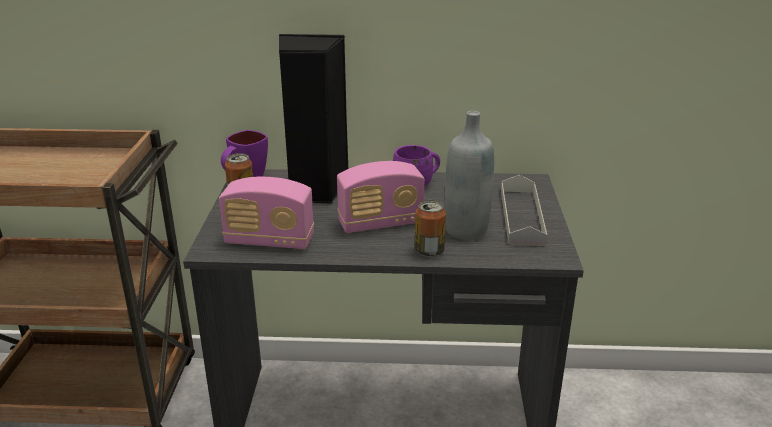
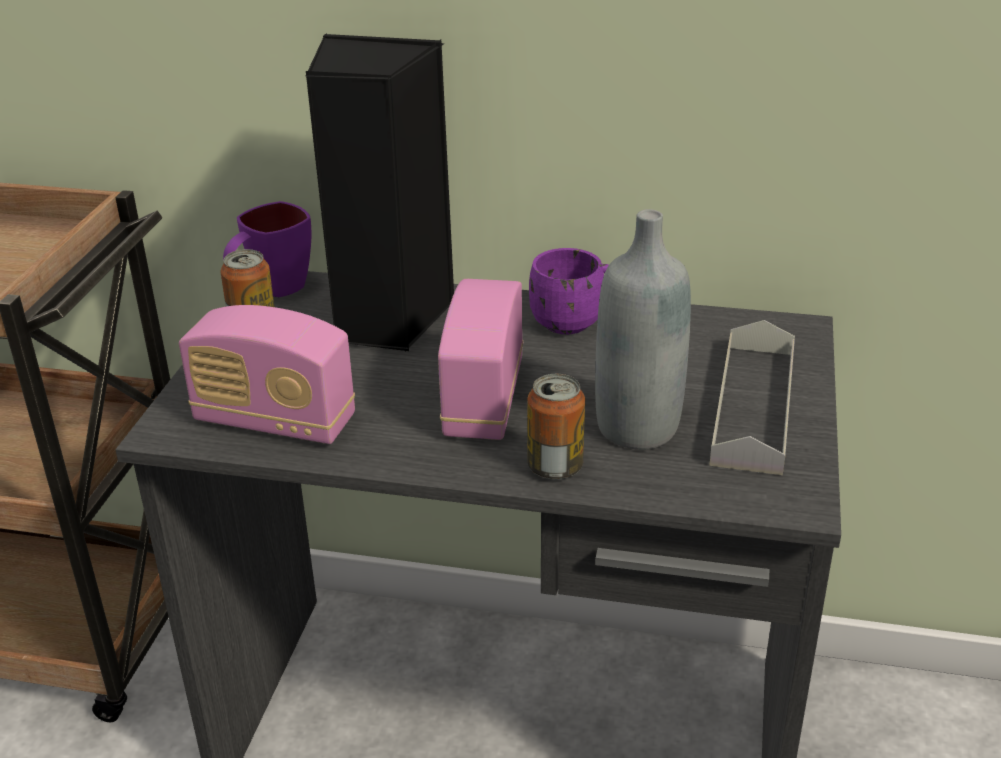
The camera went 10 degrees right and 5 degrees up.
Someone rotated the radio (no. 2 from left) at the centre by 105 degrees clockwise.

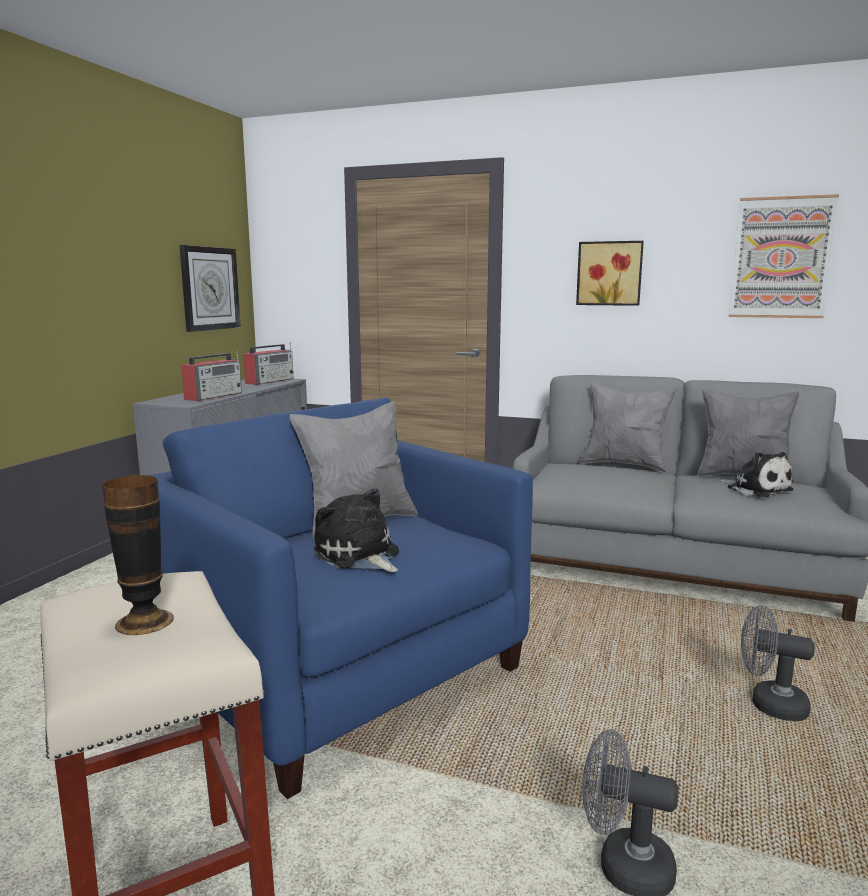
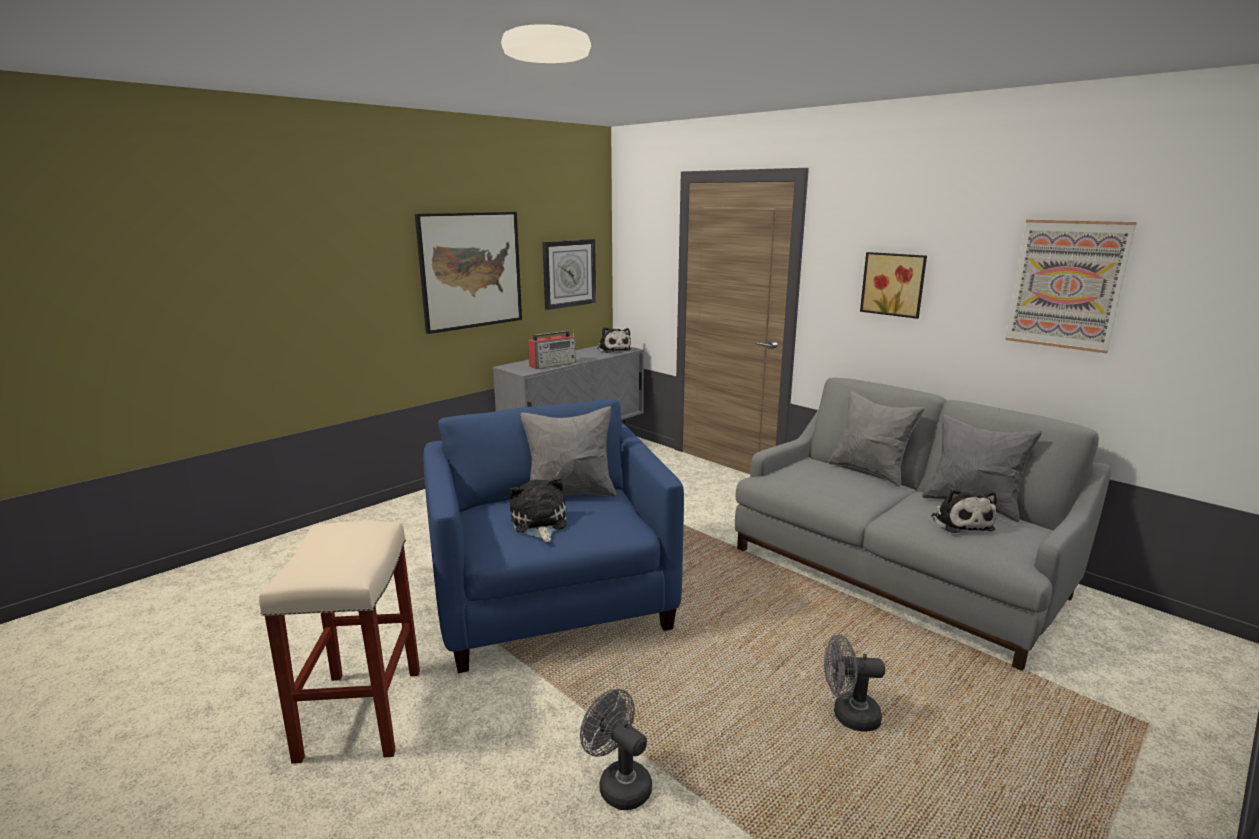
The camera went 25 degrees right and 5 degrees up.
Someone took away the florero at the middle left.
Someone swapped the radio (no. 2 from left) at the middle left for the peluche (no. 2 from left) at the centre.
Someone rotated the ventilador [gris] (no. 2 from left) at the bottom right by 45 degrees counterclockwise.
Someone put up the cuadro (no. 1 from left) at the top centre.

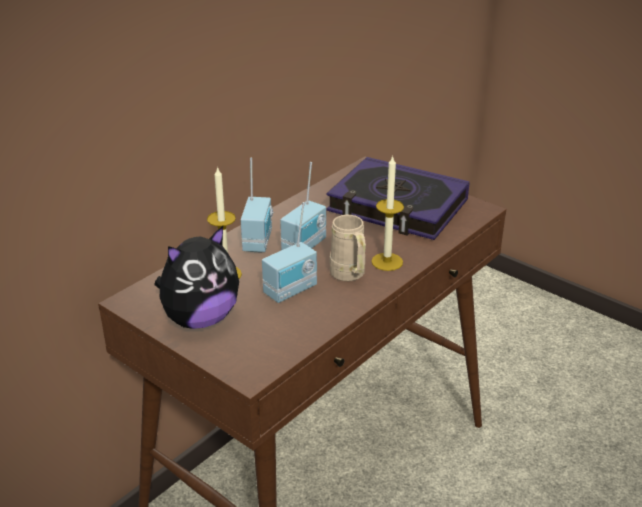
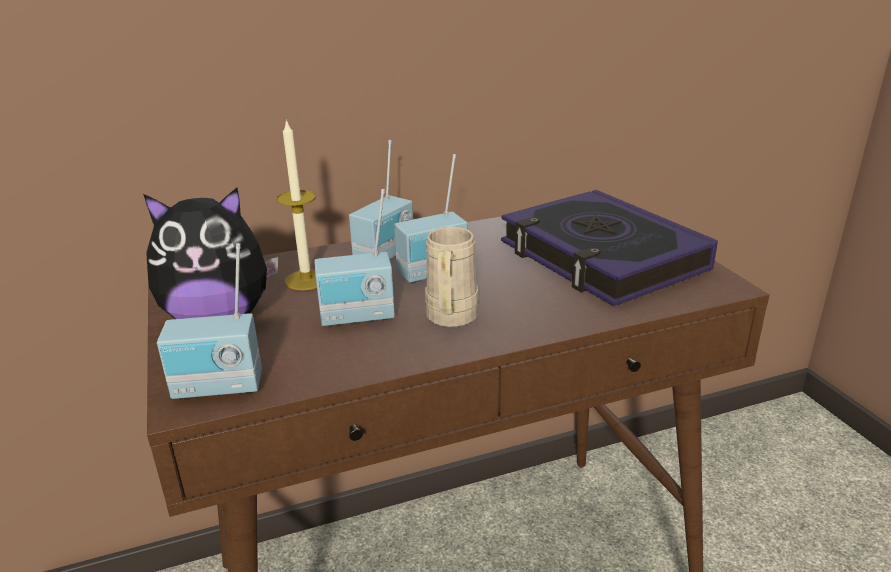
The camera went 30 degrees right and 5 degrees down.
Someone took away the vela (no. 2 from left) at the centre.
Someone put down the radio (no. 1 from left) at the middle left.

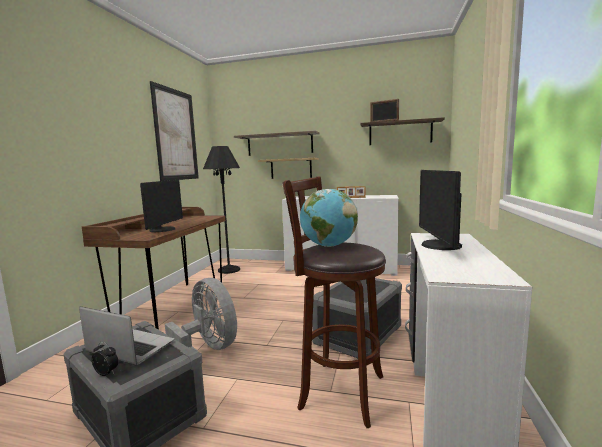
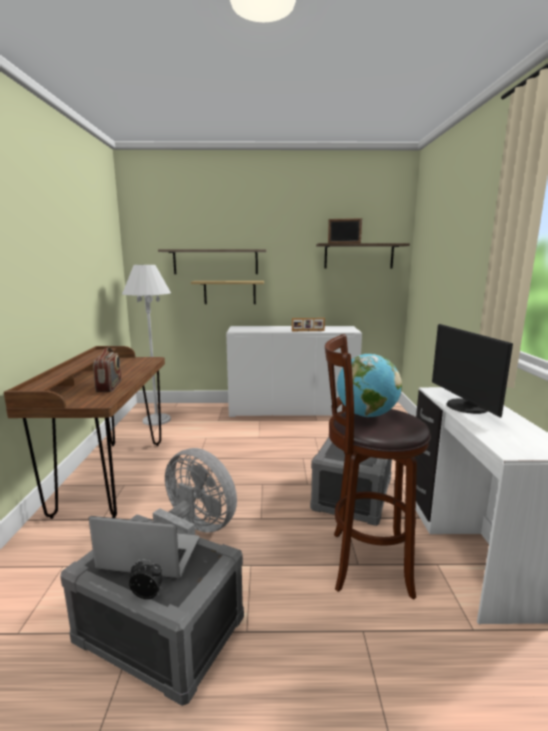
The camera went 15 degrees left and 5 degrees up.
Someone swapped the monitor (no. 1 from left) at the middle left for the radio at the middle left.
Someone took away the cuadro at the top left.
Someone repainted the lámpara de pie [negro] at the centre, which became the lámpara de pie [blanco] at the middle left.

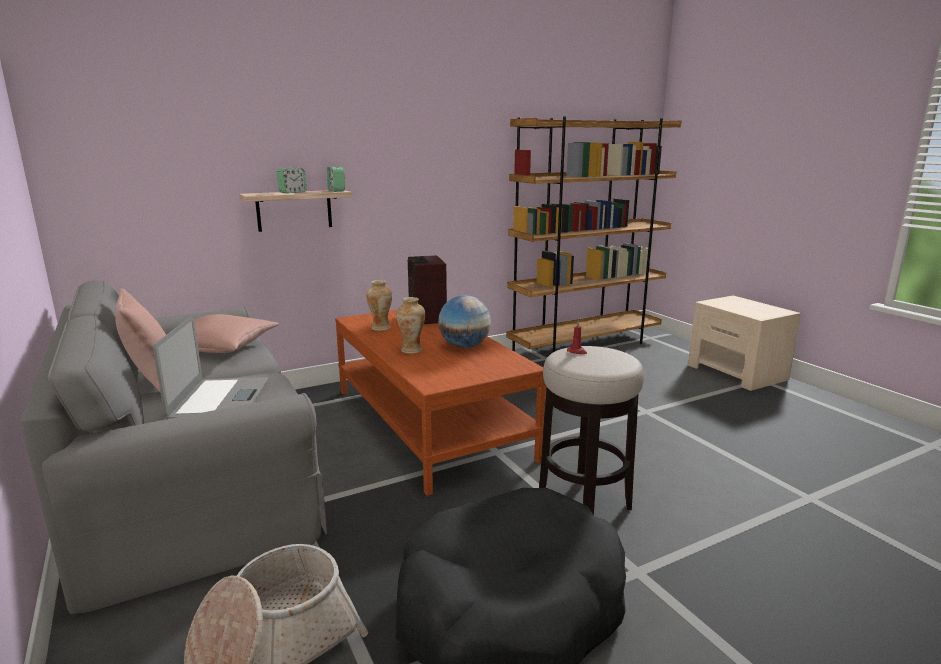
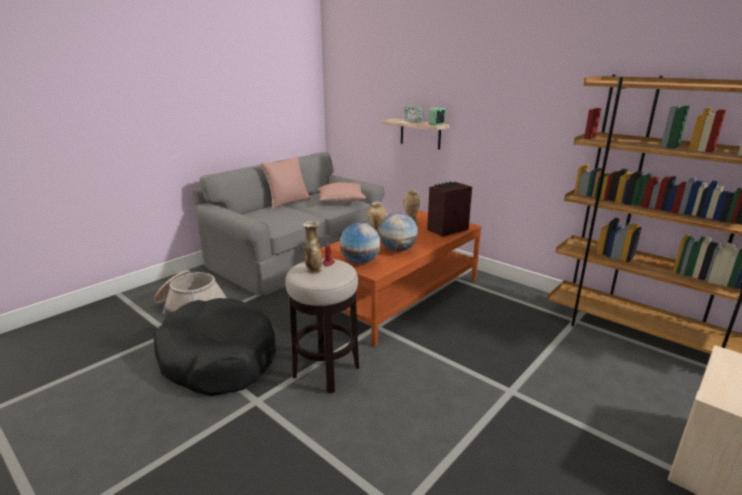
The camera went 70 degrees right and 5 degrees up.
Someone took away the portátil at the middle left.
Someone put down the florero (no. 1 from left) at the centre.
Someone put down the globo terráqueo (no. 1 from left) at the centre.

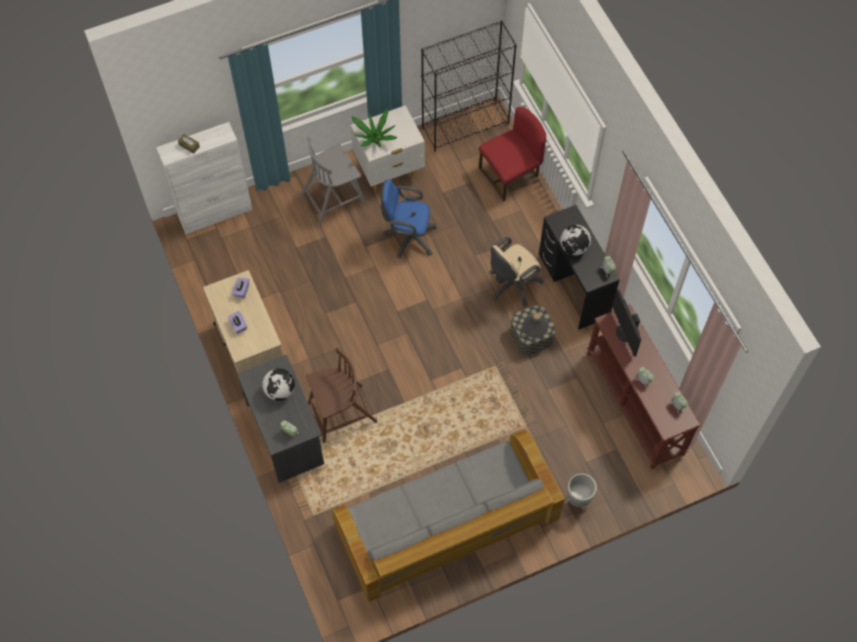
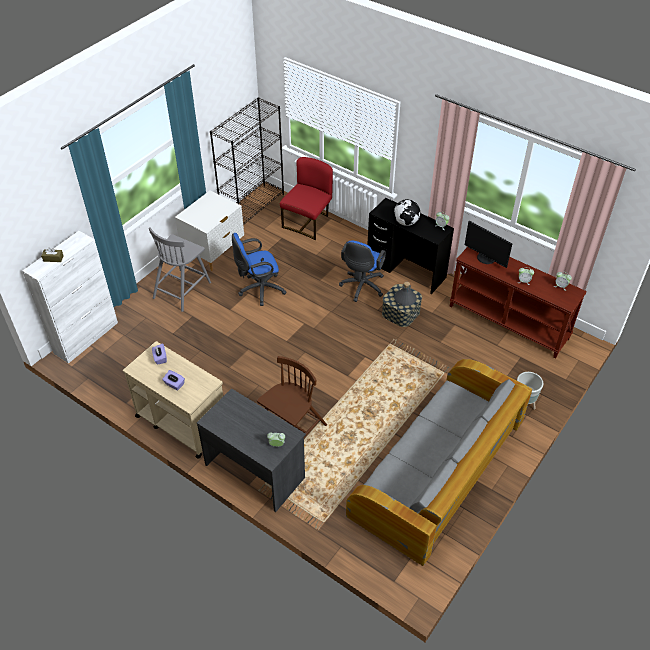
The camera went 30 degrees left and 15 degrees down.
Someone took away the globo terráqueo (no. 1 from left) at the middle left.
Someone took away the planta en maceta at the top centre.
Someone repainted the silla de oficina [beis] at the centre, which became the silla de oficina [azul] (no. 2 from left) at the centre.

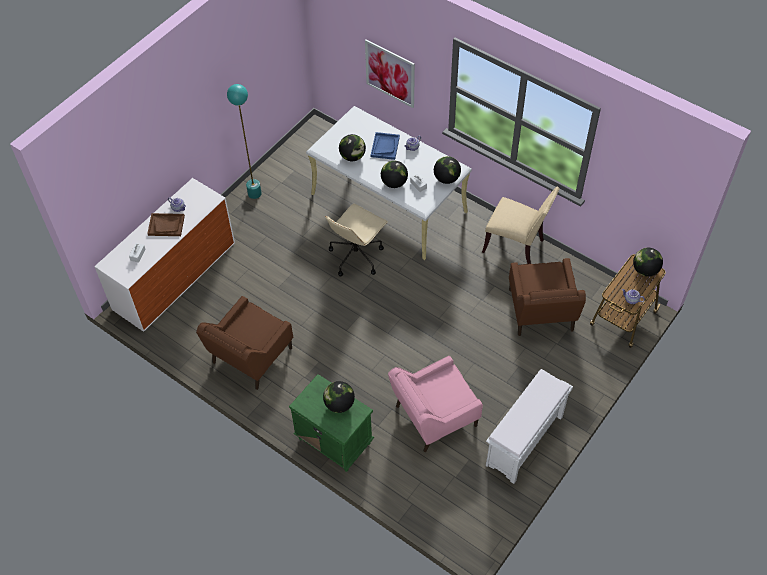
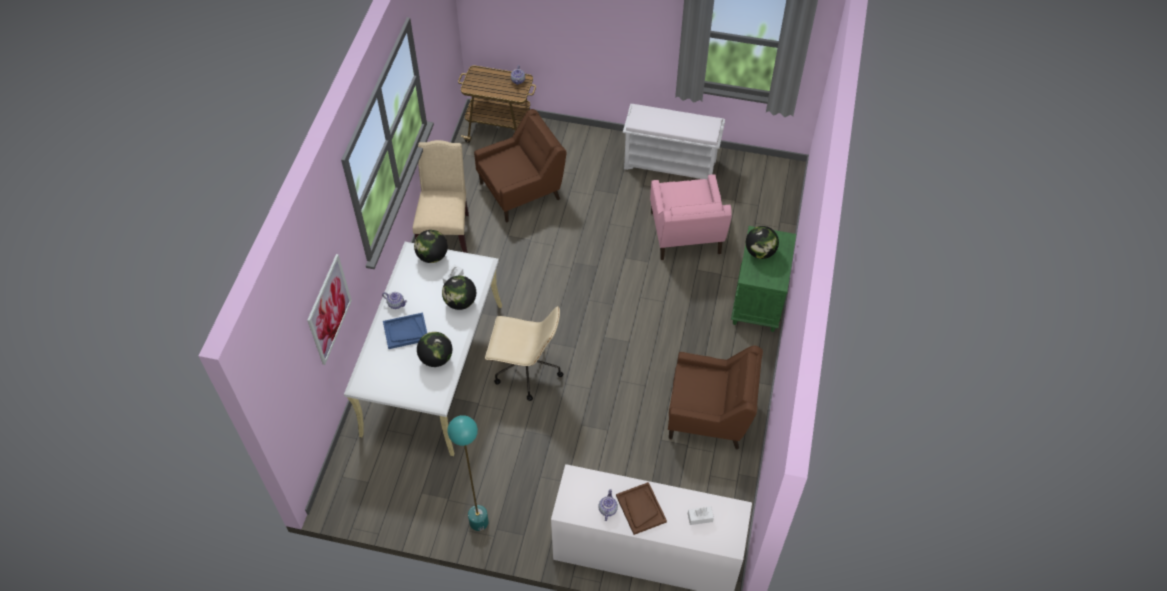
The camera went 115 degrees left and 0 degrees up.
Someone rotated the sillón [rosa] at the bottom centre by 45 degrees clockwise.
Someone took away the globo terráqueo (no. 5 from left) at the middle right.

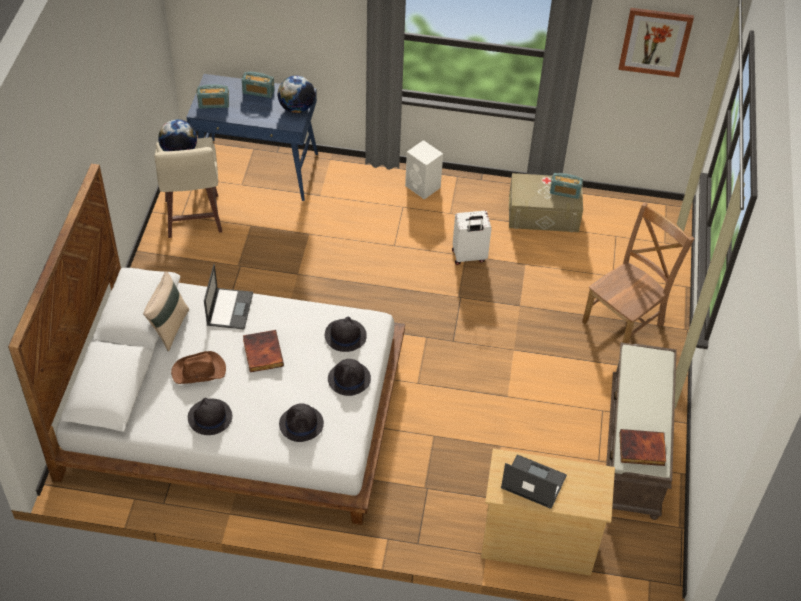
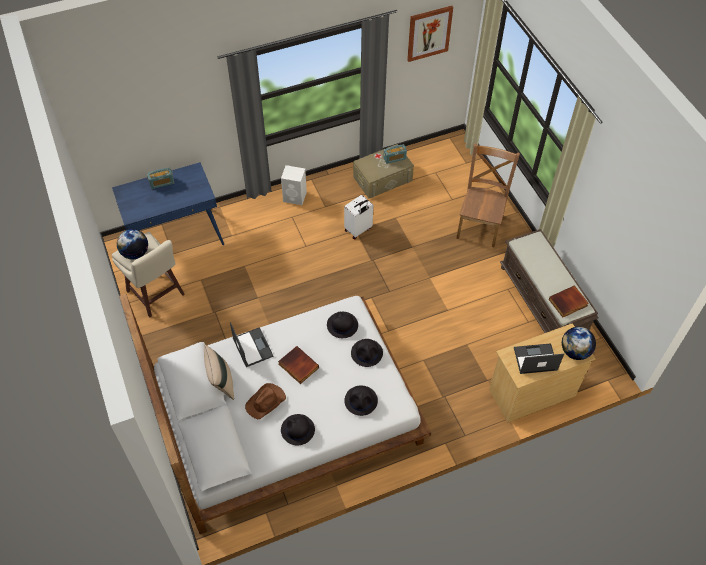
The camera went 30 degrees left and 5 degrees up.
Someone took away the radio (no. 1 from left) at the top left.
Someone carried the globo terráqueo (no. 2 from left) from the top centre to the middle right.

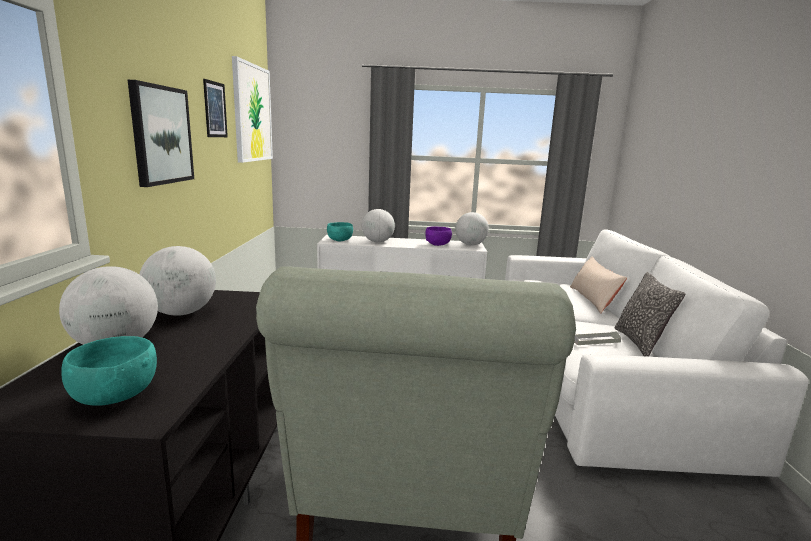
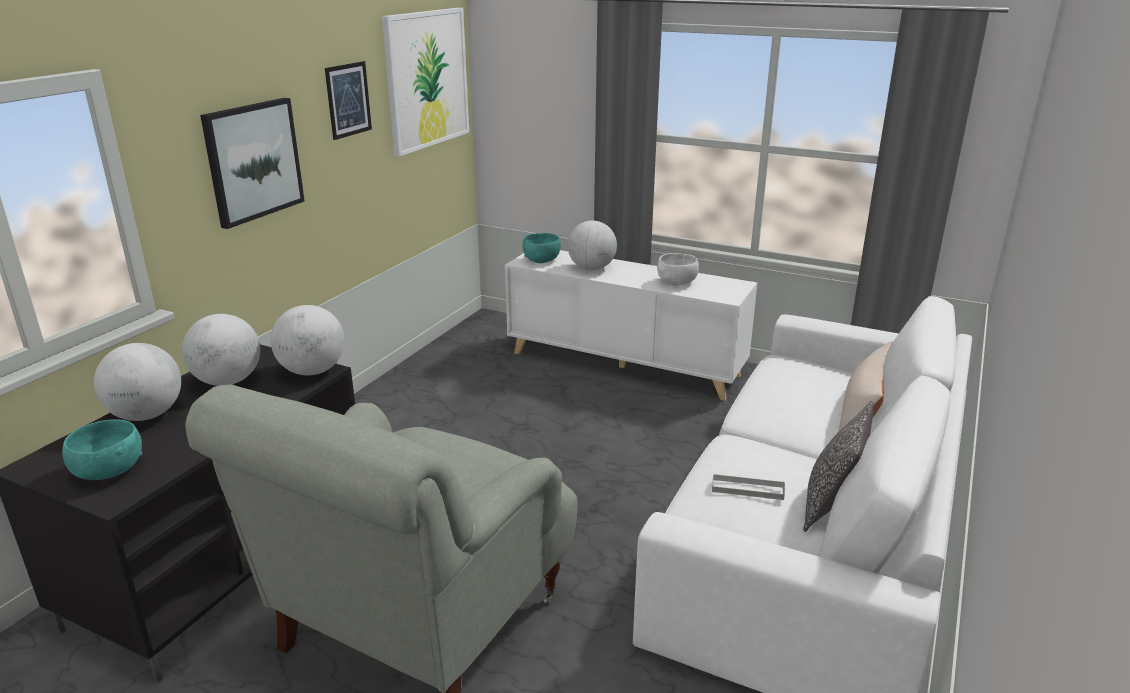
The camera went 25 degrees right and 10 degrees up.
Someone repainted the cuenco [morado] at the centre, which became the cuenco [blanco] at the centre.
Someone carried the globo terráqueo (no. 4 from left in the first image) from the centre to the middle left.

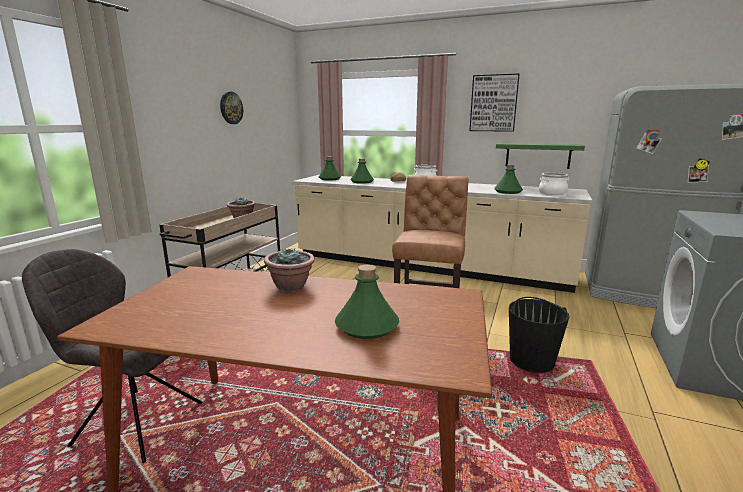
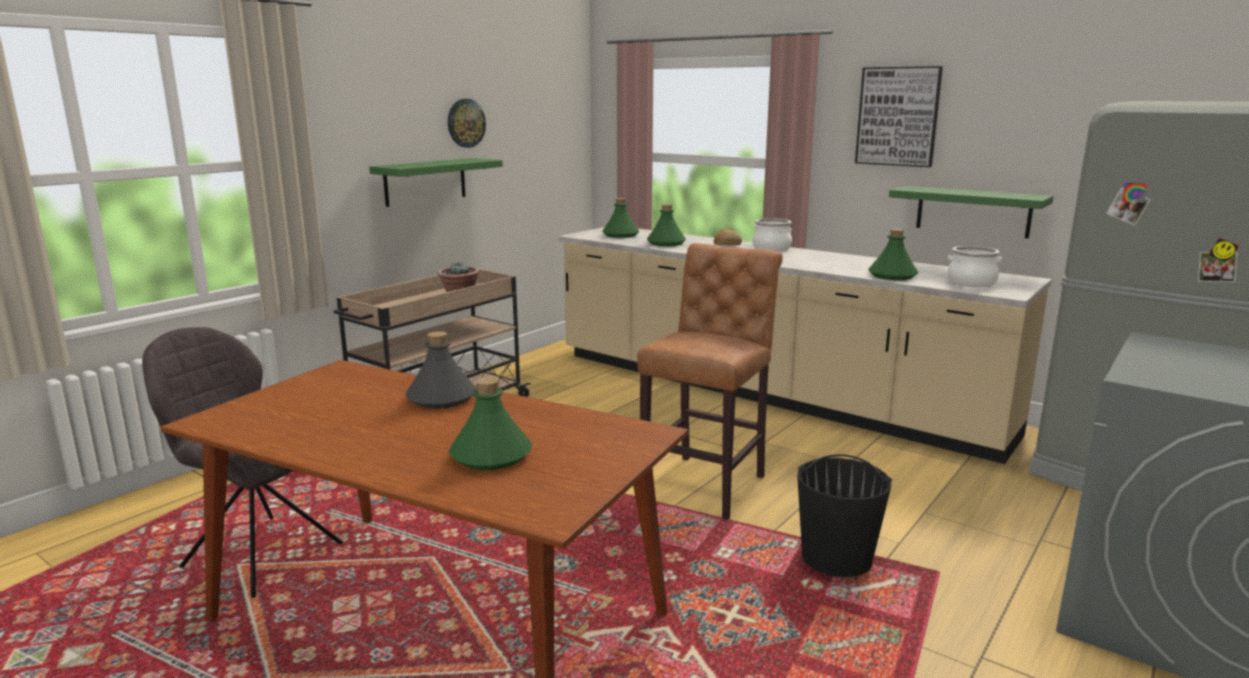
The camera went 15 degrees right and 0 degrees up.
Someone swapped the planta en maceta (no. 2 from left) at the centre for the botella [gris] at the centre.
Someone put up the estante [verde] (no. 1 from left) at the top centre.

